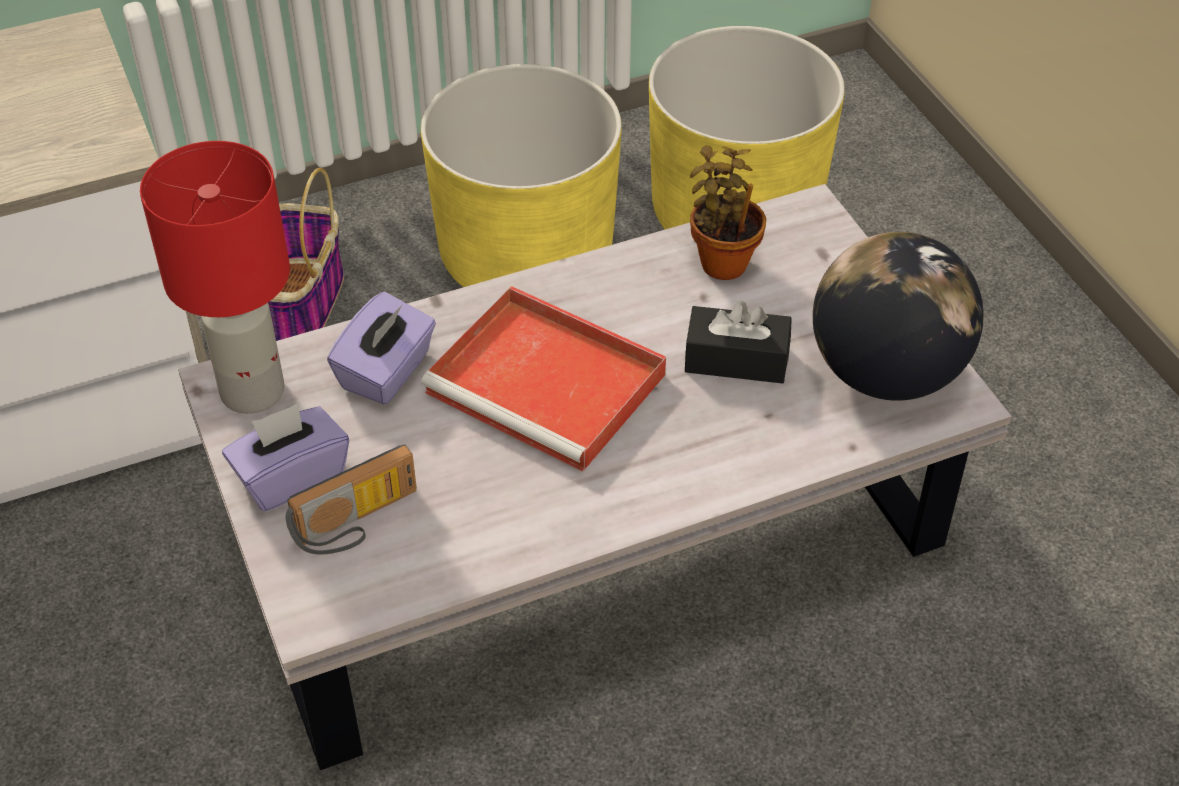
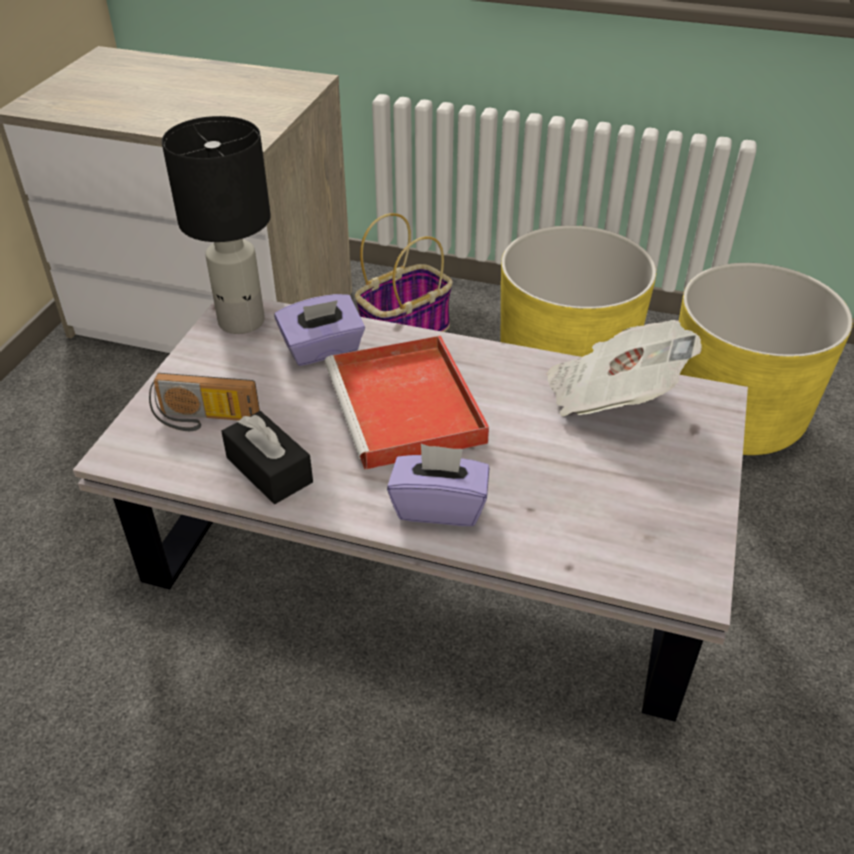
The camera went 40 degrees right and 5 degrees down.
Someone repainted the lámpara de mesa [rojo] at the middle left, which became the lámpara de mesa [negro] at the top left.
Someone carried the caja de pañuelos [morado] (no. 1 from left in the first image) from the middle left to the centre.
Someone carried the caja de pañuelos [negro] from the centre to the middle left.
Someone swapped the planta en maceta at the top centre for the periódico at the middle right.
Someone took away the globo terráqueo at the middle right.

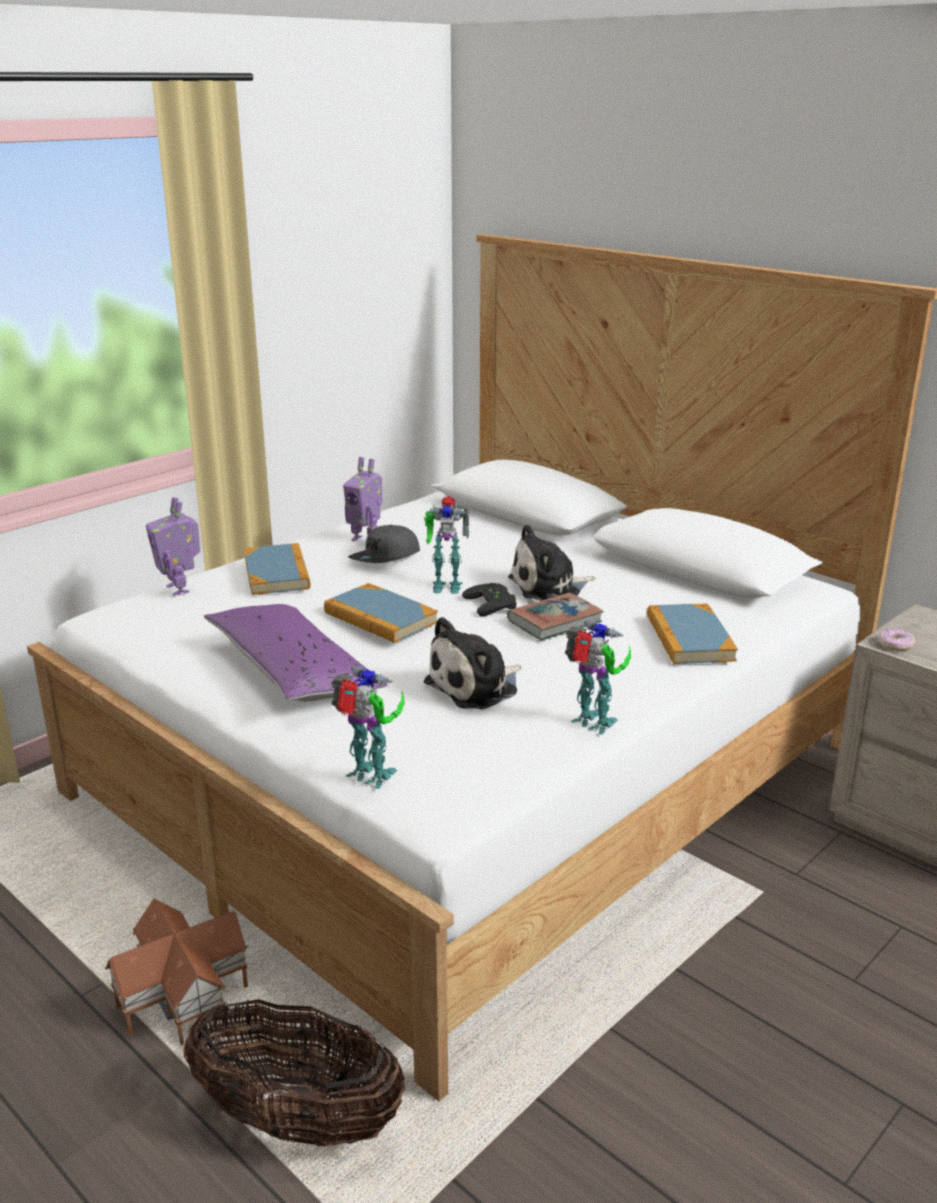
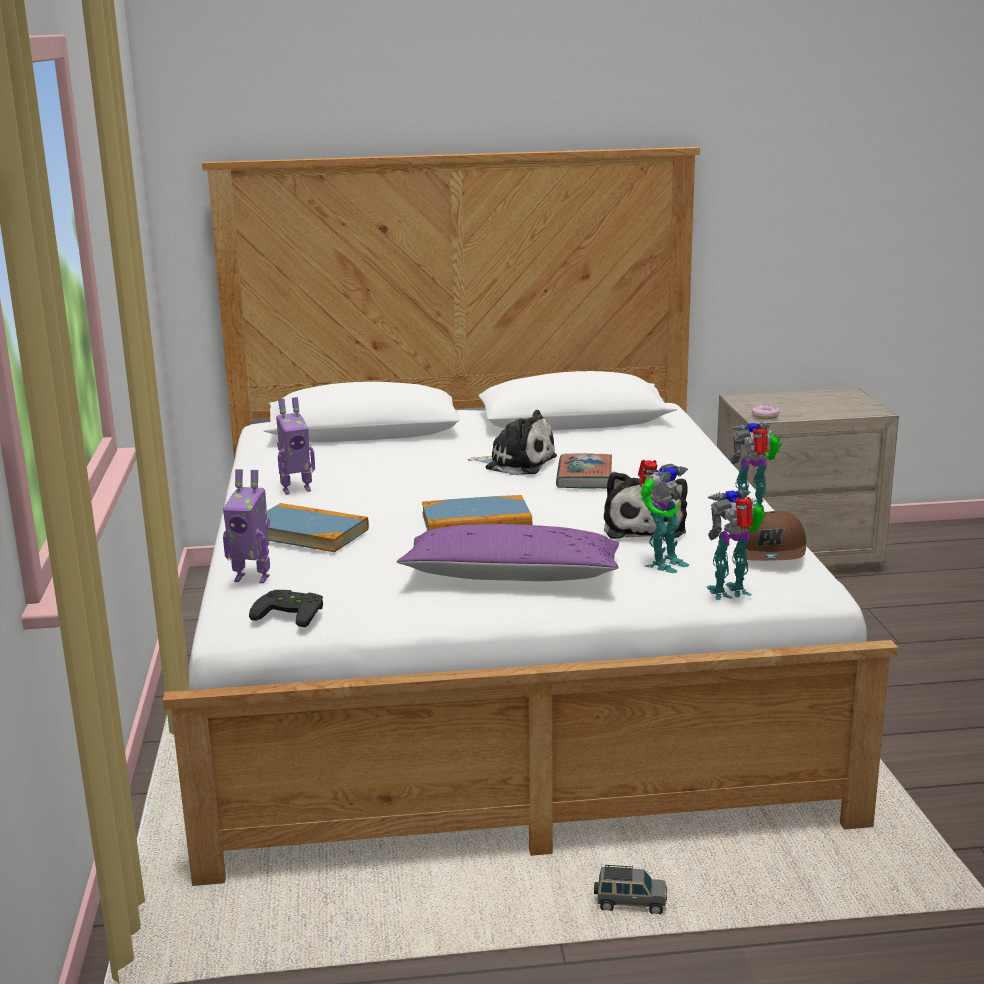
The camera went 50 degrees left and 5 degrees down.
Someone swapped the casita at the bottom left for the coche de juguete [gris] at the bottom centre.
Someone took away the cesta at the bottom left.
Someone took away the gorra [gris] at the centre.
Someone carried the robot de juguete (no. 4 from left in the first image) from the centre to the middle right.
Someone carried the mando de consola [negro] from the centre to the middle left.
Someone rotated the peluche (no. 2 from left in the first image) at the centre by 90 degrees counterclockwise.
Someone took away the libro (no. 4 from left) at the middle right.
Someone put down the gorra [marrón] at the middle right.

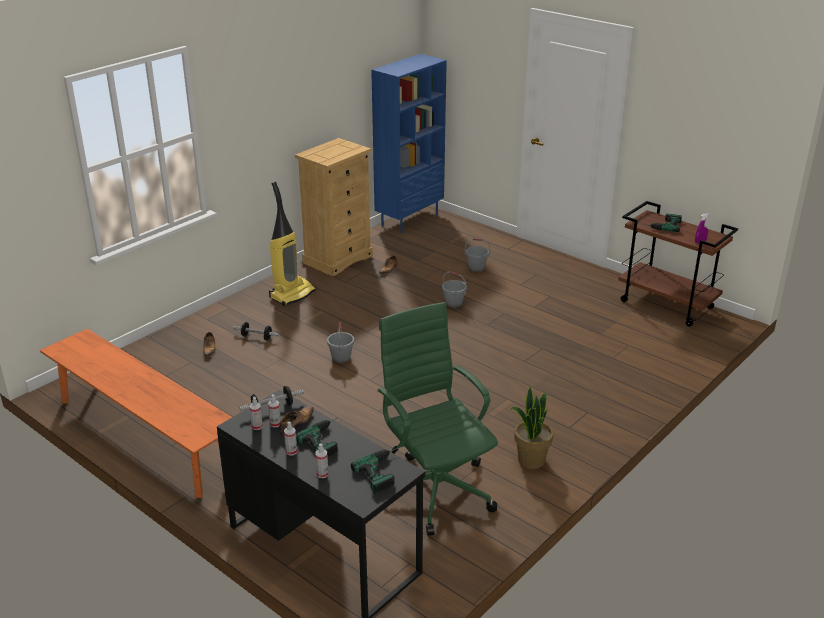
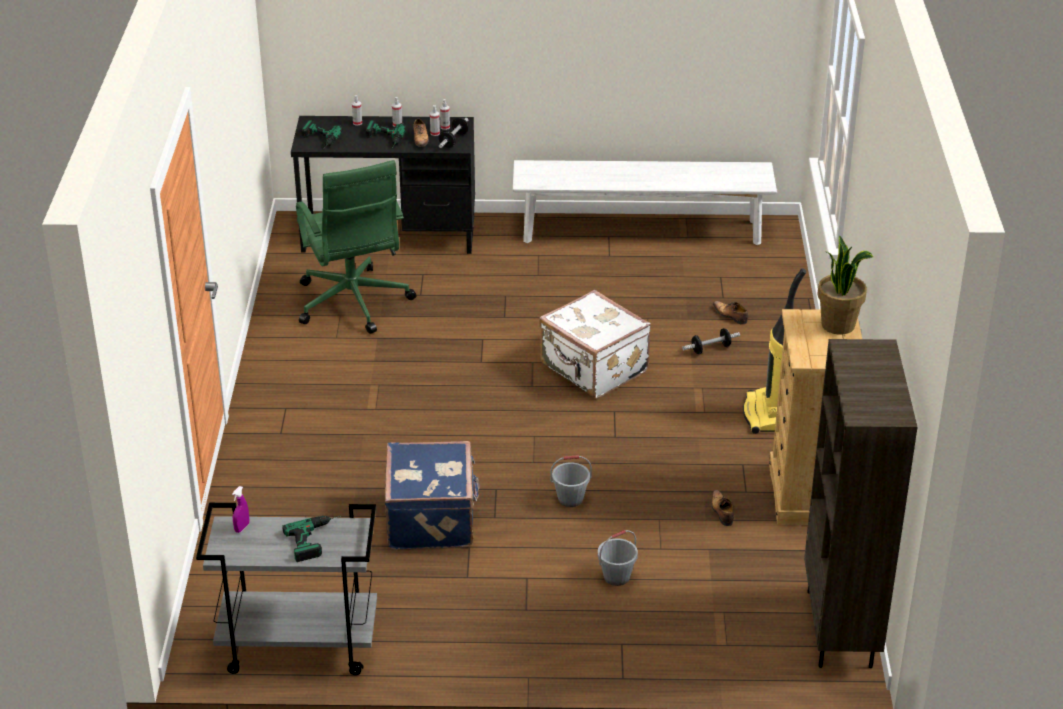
The camera went 140 degrees right and 5 degrees up.
Someone repainted the banco [naranja] at the bottom left, which became the banco [blanco] at the top centre.
Someone swapped the cubo [gris] (no. 1 from left) at the centre for the maleta [blanco] at the centre.
Someone repainted the estantería [azul] at the top centre, which became the estantería [marrón] at the bottom right.
Someone rotated the silla de oficina [verde] at the bottom centre by 45 degrees clockwise.
Someone carried the planta en maceta from the bottom centre to the middle right.
Someone repainted the carrito [marrón] at the middle right, which became the carrito [gris] at the bottom left.
Someone put down the maleta [azul] at the bottom centre.

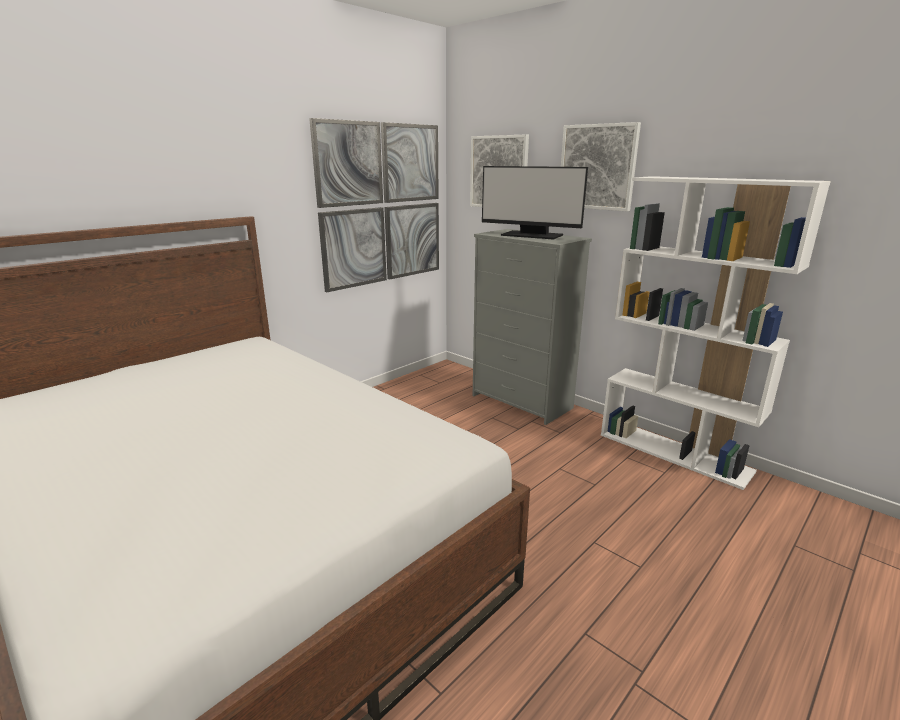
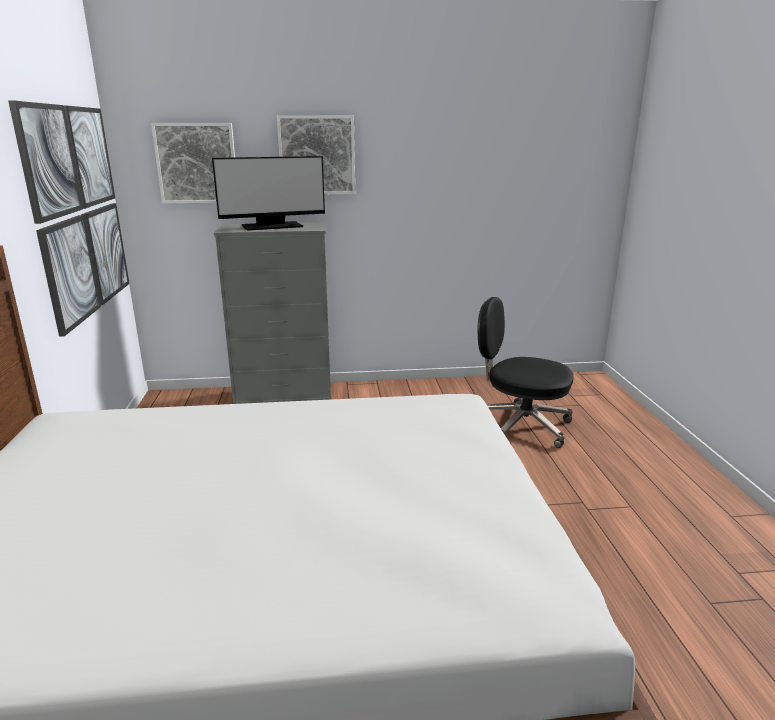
The camera went 50 degrees left and 0 degrees up.
Someone took away the estantería [blanco] at the middle right.
Someone put down the silla de oficina [negro] at the middle right.

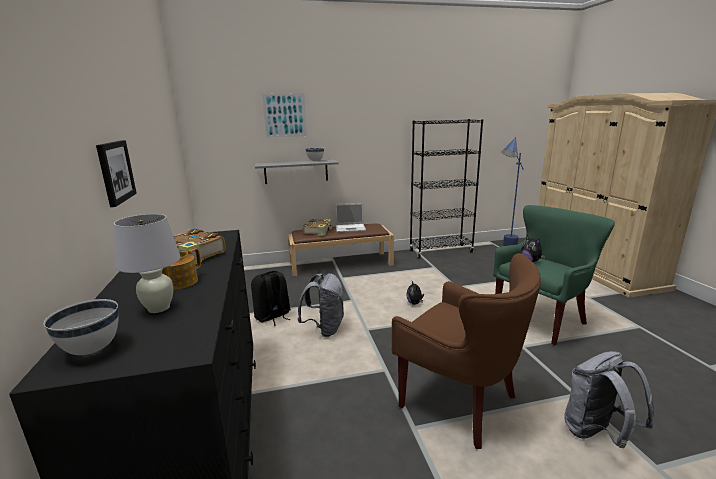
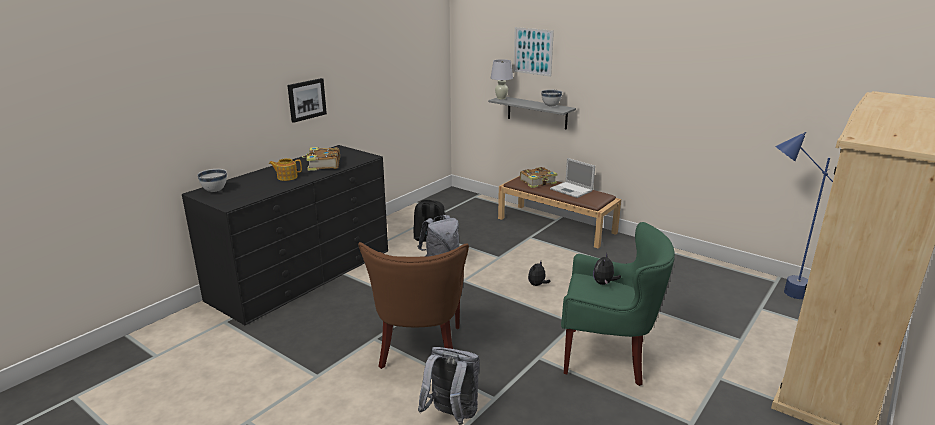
The camera went 50 degrees right and 5 degrees up.
Someone carried the lámpara de mesa [blanco] from the middle left to the top centre.
Someone took away the estantería [negro] at the centre.

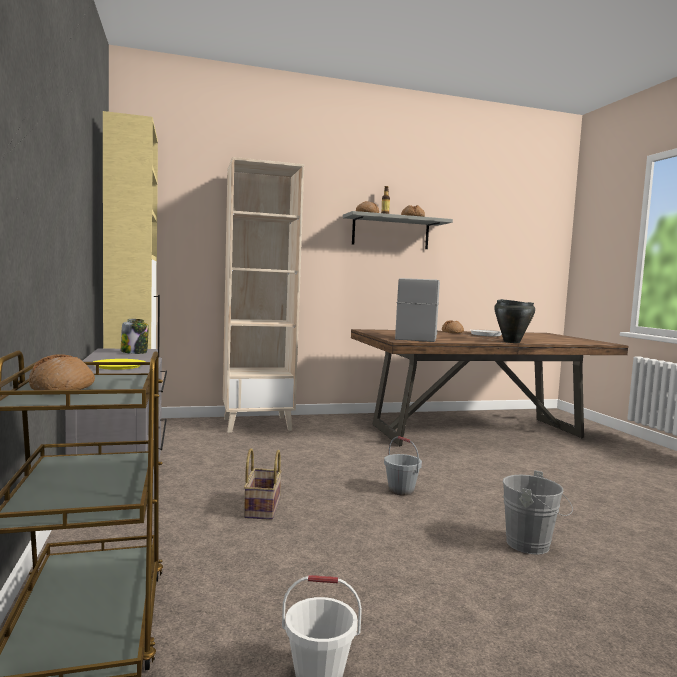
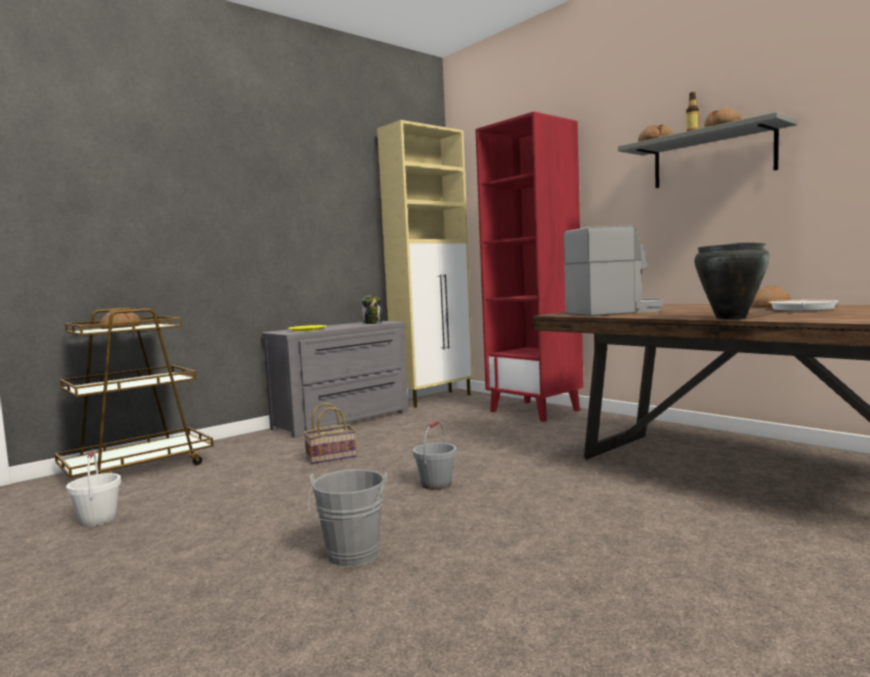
The camera went 65 degrees right and 0 degrees up.
Someone repainted the estantería [beis] at the centre, which became the estantería [rojo] at the centre.

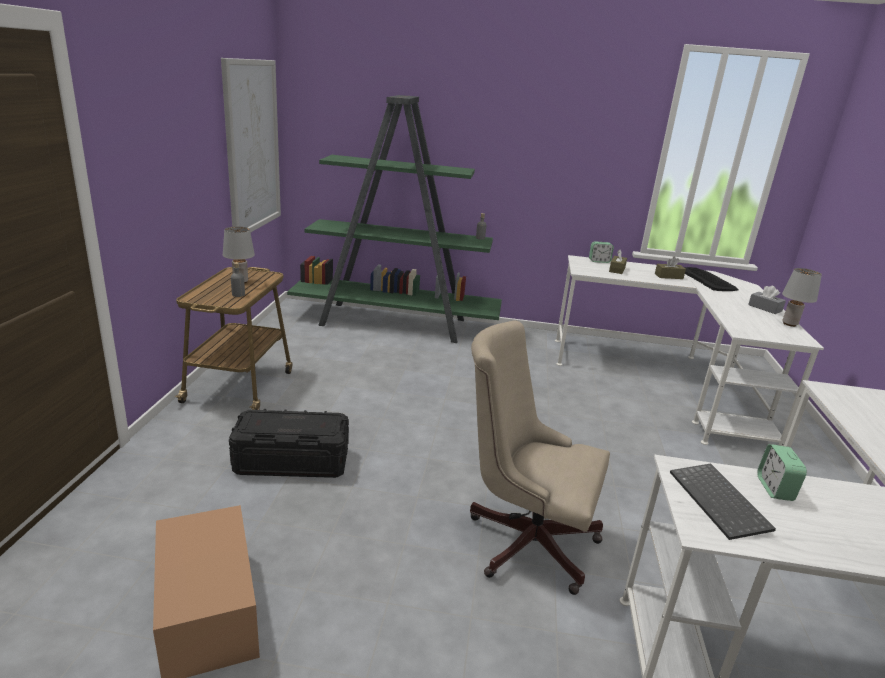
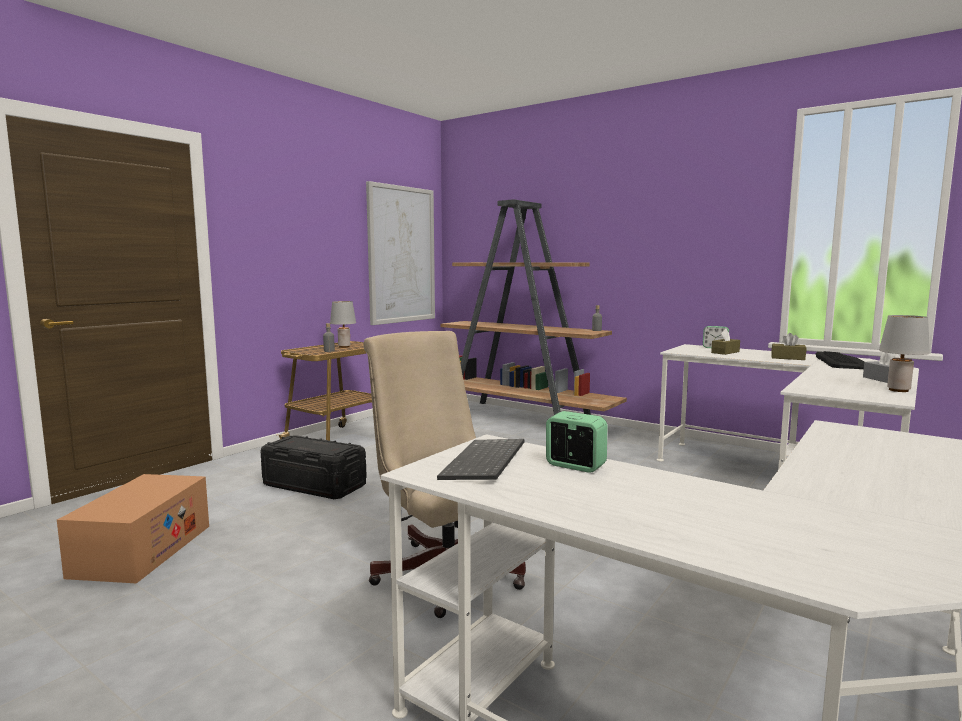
The camera went 30 degrees right and 15 degrees down.
Someone repainted the estantería [verde] at the top centre, which became the estantería [marrón] at the centre.
Someone rotated the despertador (no. 2 from left in the first image) at the bottom right by 90 degrees clockwise.

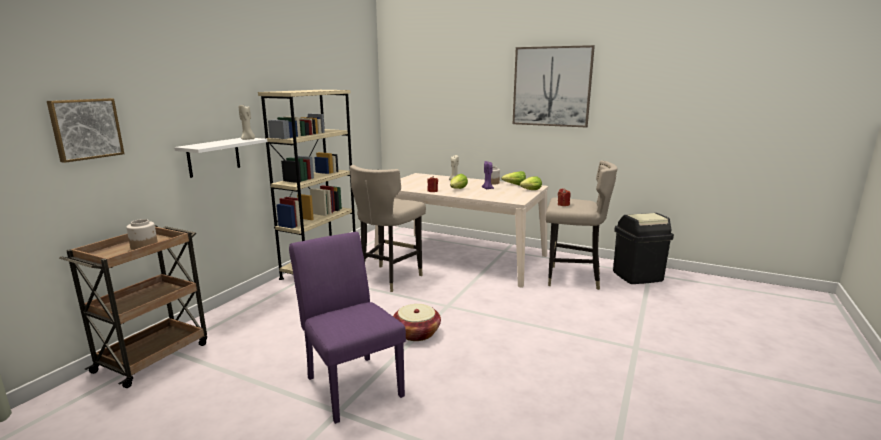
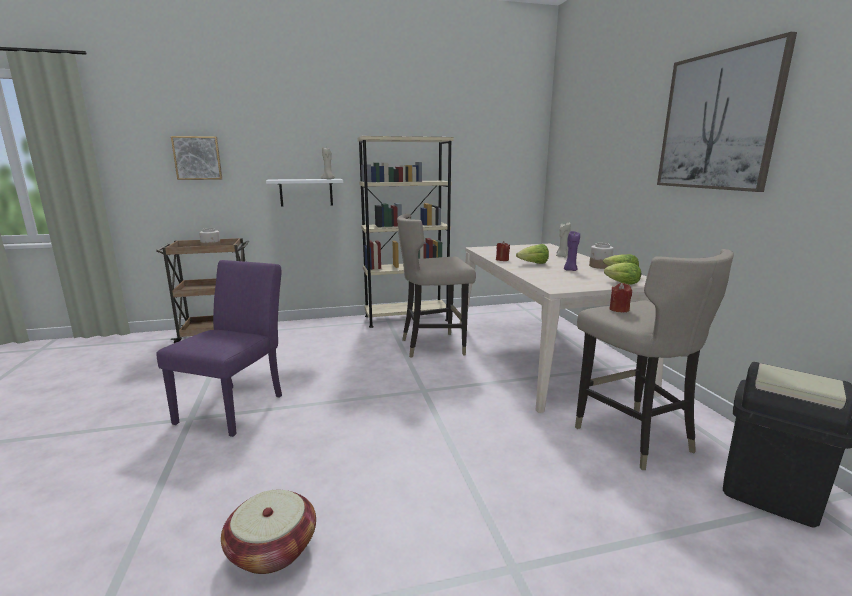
The camera went 50 degrees right and 0 degrees up.
Someone carried the cesta from the bottom centre to the bottom left.

